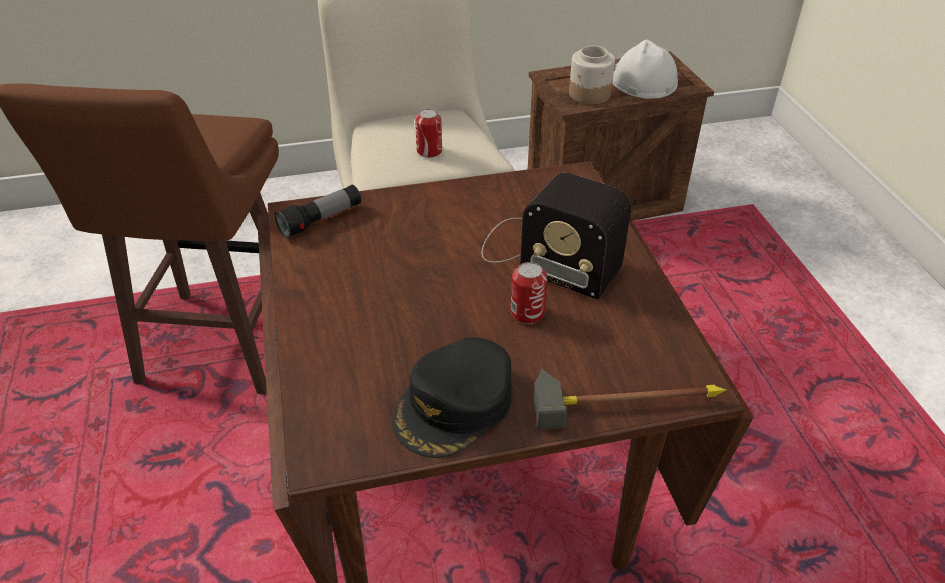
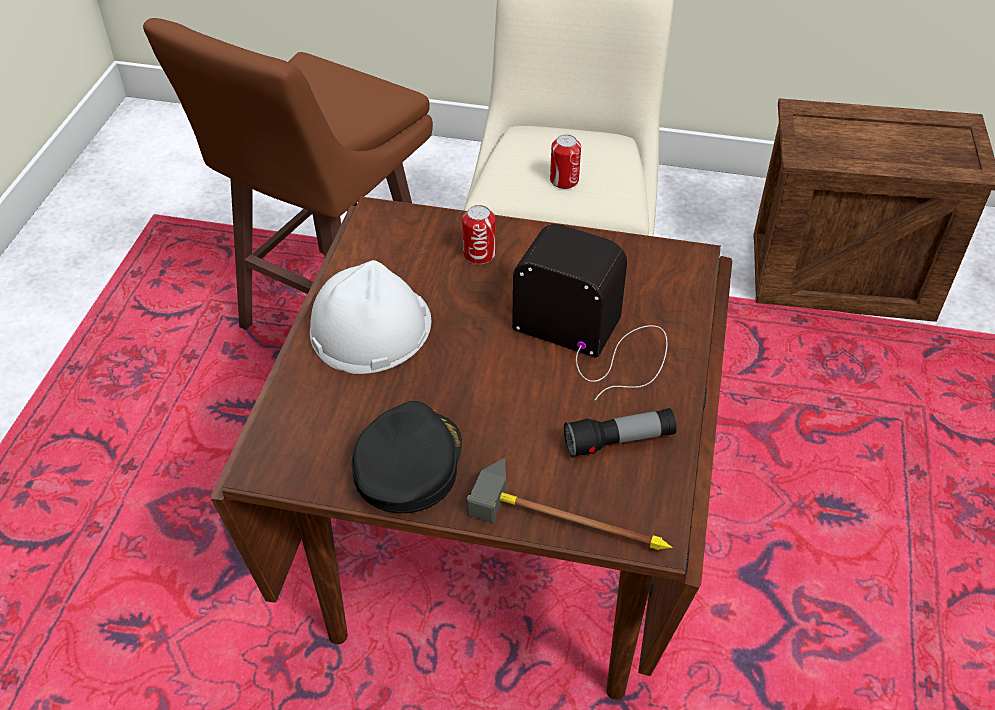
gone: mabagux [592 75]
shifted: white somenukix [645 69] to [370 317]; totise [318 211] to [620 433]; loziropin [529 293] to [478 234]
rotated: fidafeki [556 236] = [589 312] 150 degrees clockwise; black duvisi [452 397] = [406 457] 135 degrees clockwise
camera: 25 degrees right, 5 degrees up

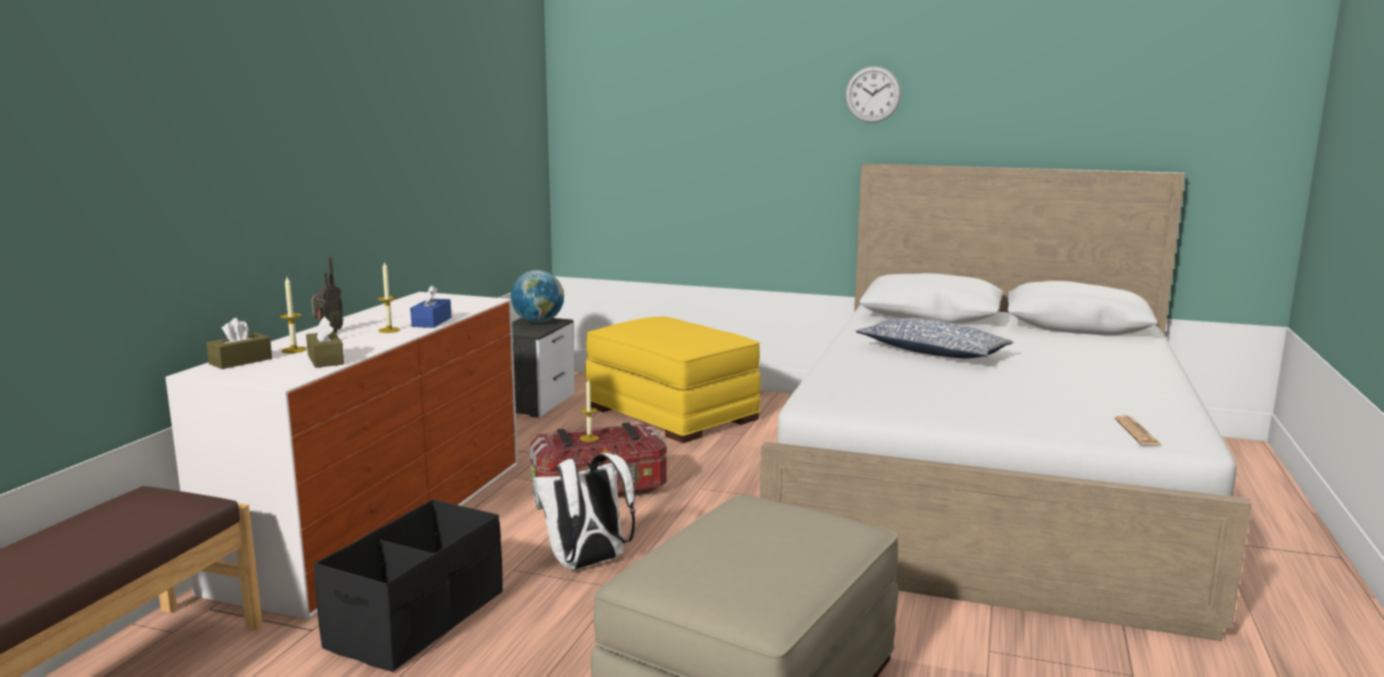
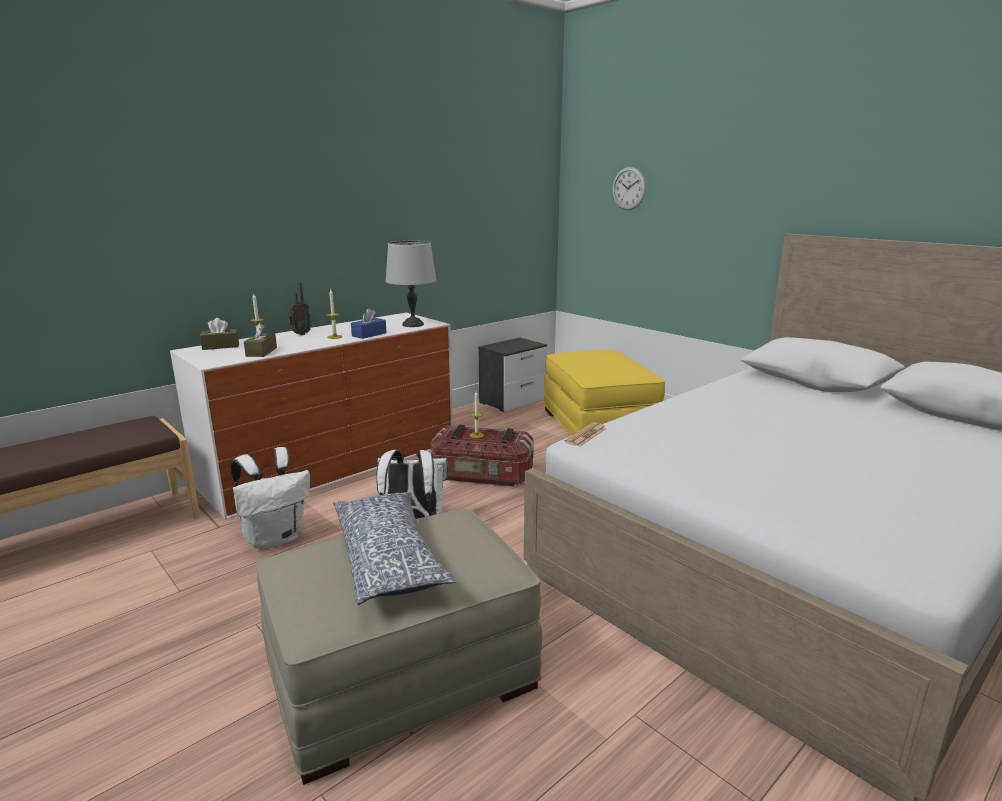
gone: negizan [537 296]
new: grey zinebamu [411 284]
shifted: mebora [873 94] to [629 188]; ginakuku [935 338] to [394 548]; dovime [1137 430] to [585 434]
swapped: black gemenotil [408 585] to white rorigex [270 498]
camera: 30 degrees right, 5 degrees up

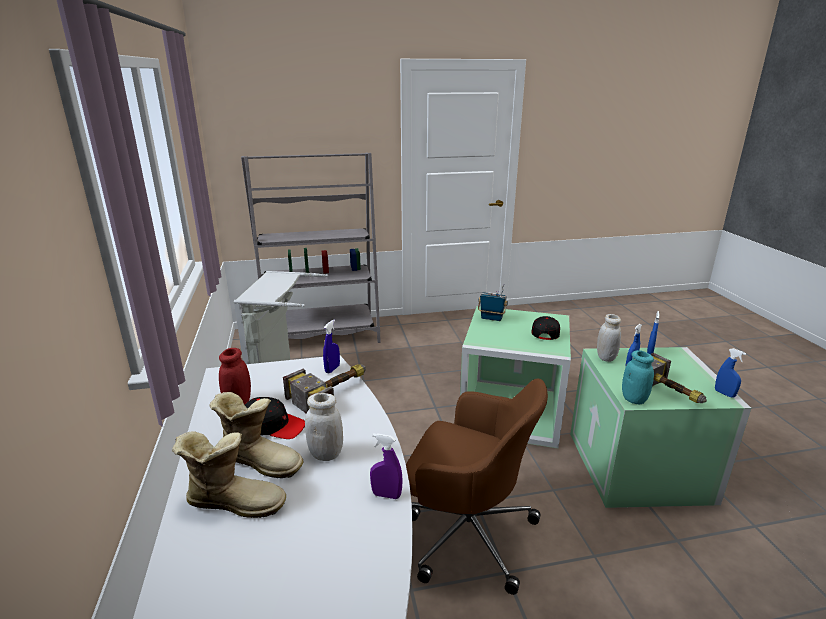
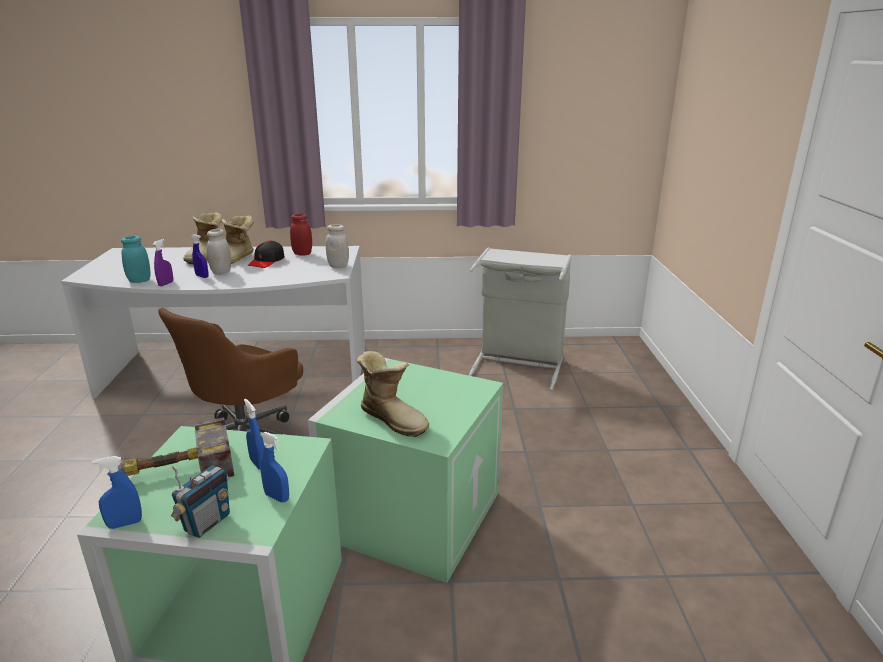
gone: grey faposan [311 247]; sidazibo [324 389]
shifted: fidafeki [493 302] to [200 501]; white mabagux [609 338] to [337 246]; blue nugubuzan [331 347] to [199 256]; turquoise mabagux [638 377] to [136 259]
swapped: black duvisi [545 328] to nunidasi [393 394]
camera: 100 degrees right, 0 degrees up

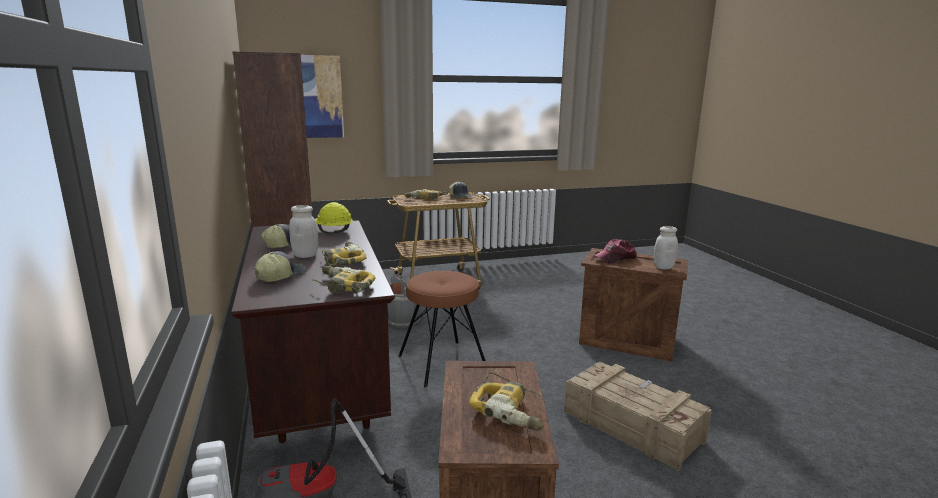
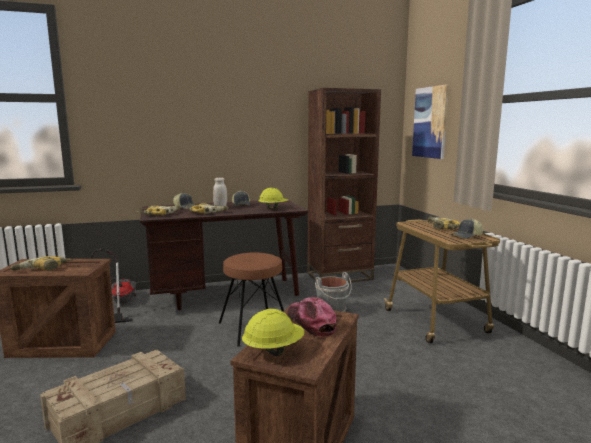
swapped: white mabagux [666 247] to yellow somenukix [273 332]
camera: 90 degrees right, 5 degrees down

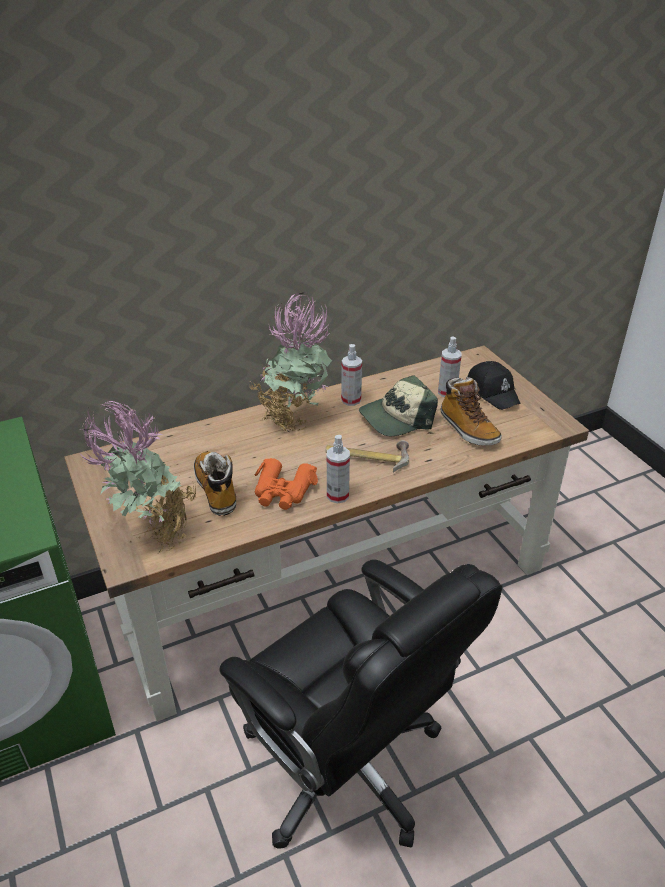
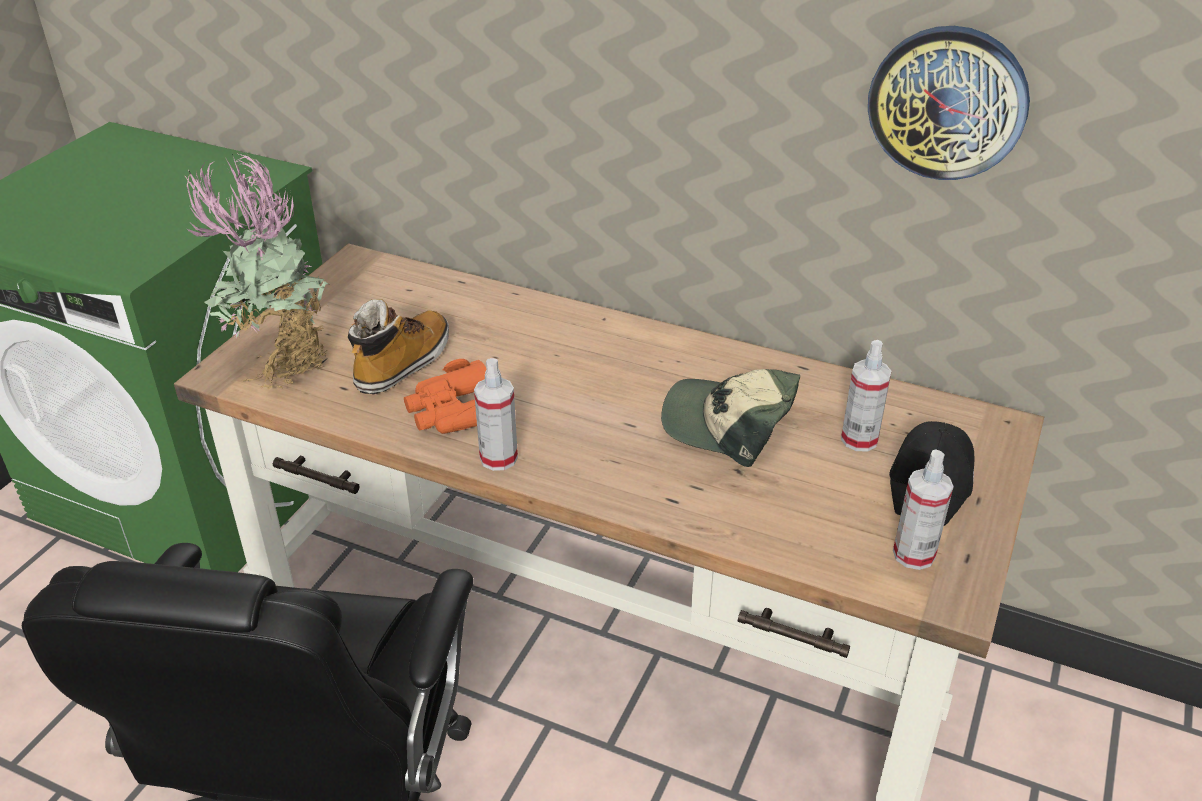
gone: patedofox [290 362]; nunidasi [471 411]; sidazibo [367 456]
new: mebora [949 103]
shifted: nugubuzan [351 375] to [923 510]
camera: 50 degrees right, 0 degrees up

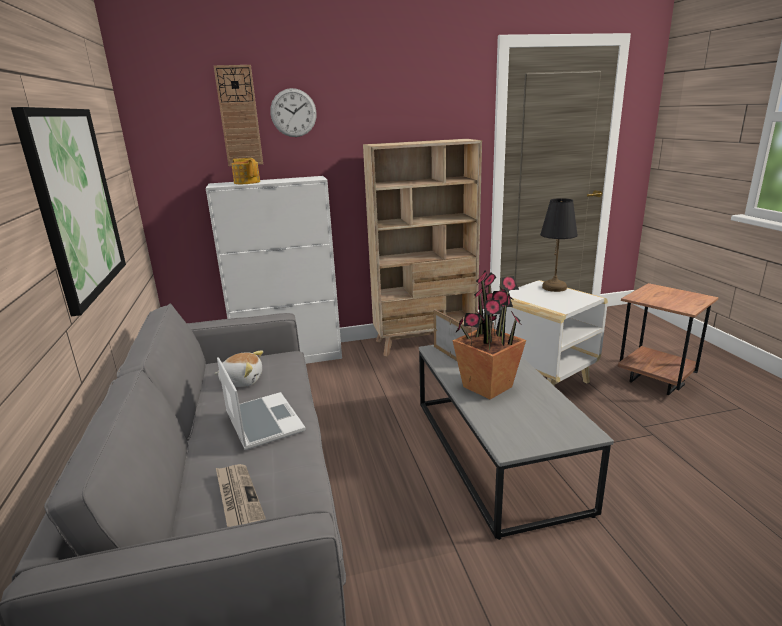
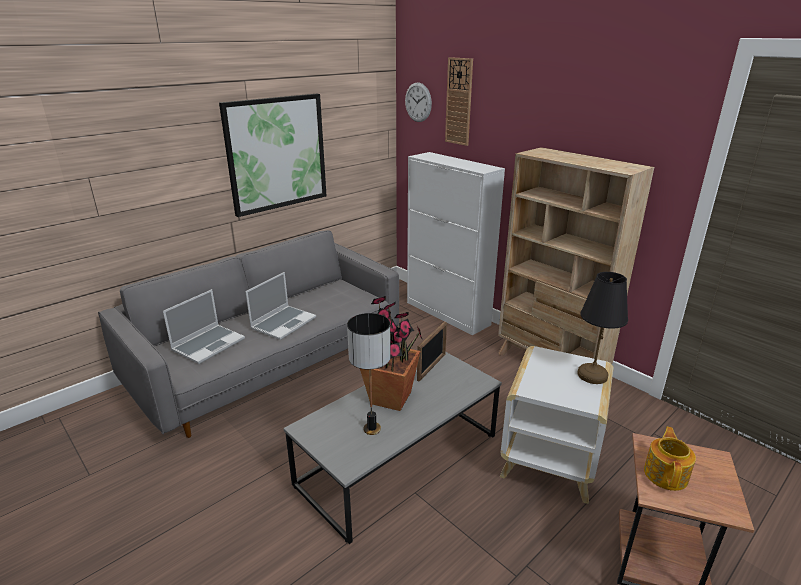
gone: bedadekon [238 369]
new: zinebamu [369 374]
shifted: mebora [293 112] to [418 102]; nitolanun [245 171] to [670 459]
swapped: dovime [241 495] to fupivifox [204 326]
camera: 60 degrees right, 5 degrees up

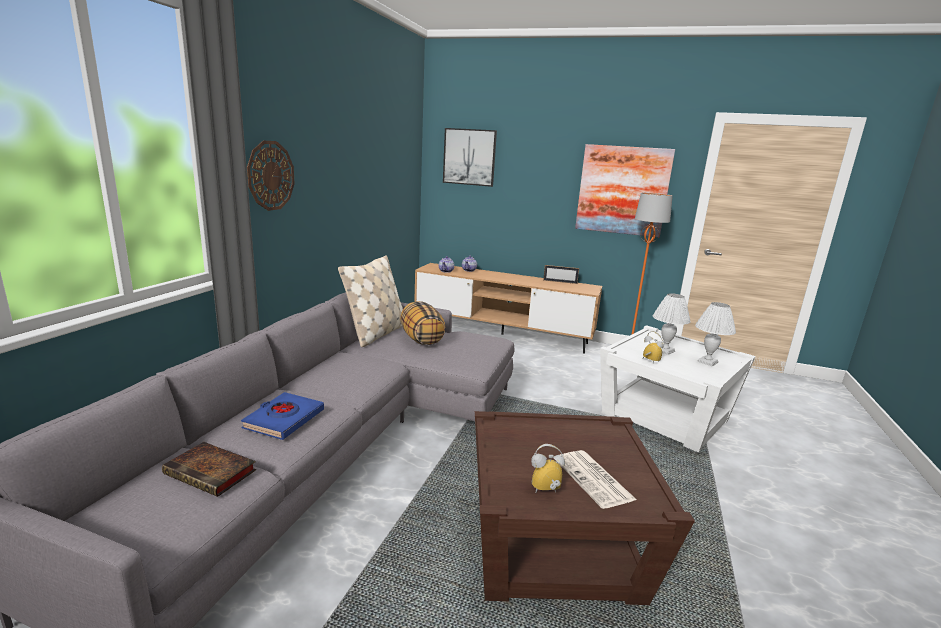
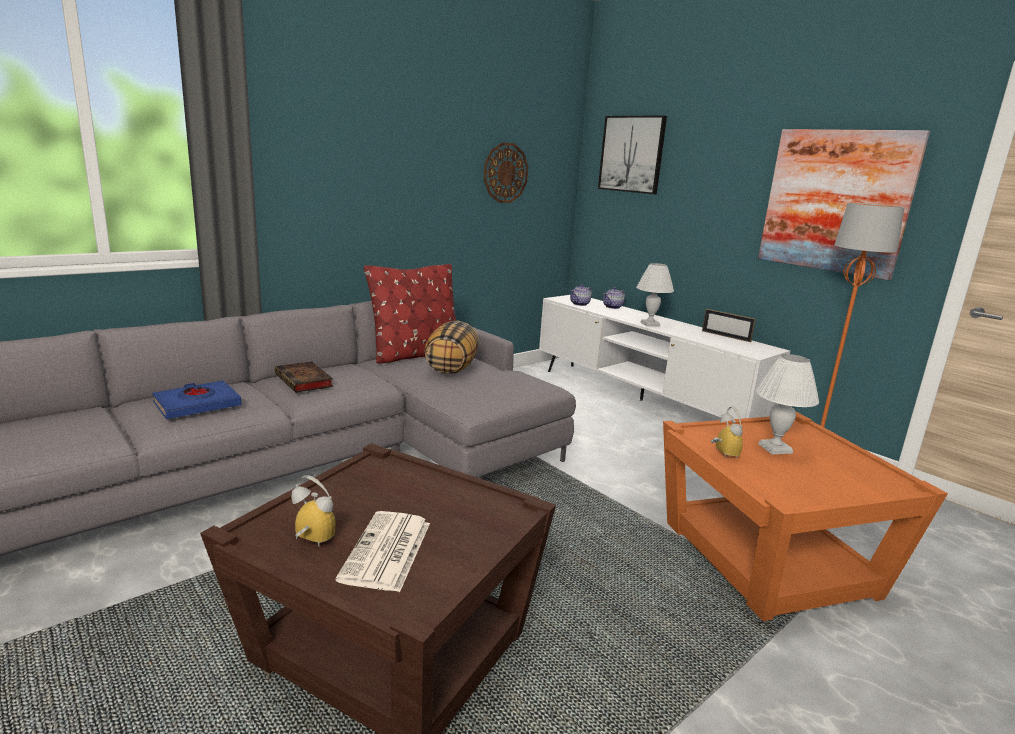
shifted: mebora [271 176] to [506 172]; white zinebamu [715 334] to [655 294]; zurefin [209 469] to [304 377]
repainted: beige ginakuku [370 301] to red ginakuku [410 314]; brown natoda [508 308] to white natoda [664 357]; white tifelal [678 389] to orange tifelal [805 516]
camera: 30 degrees right, 0 degrees up

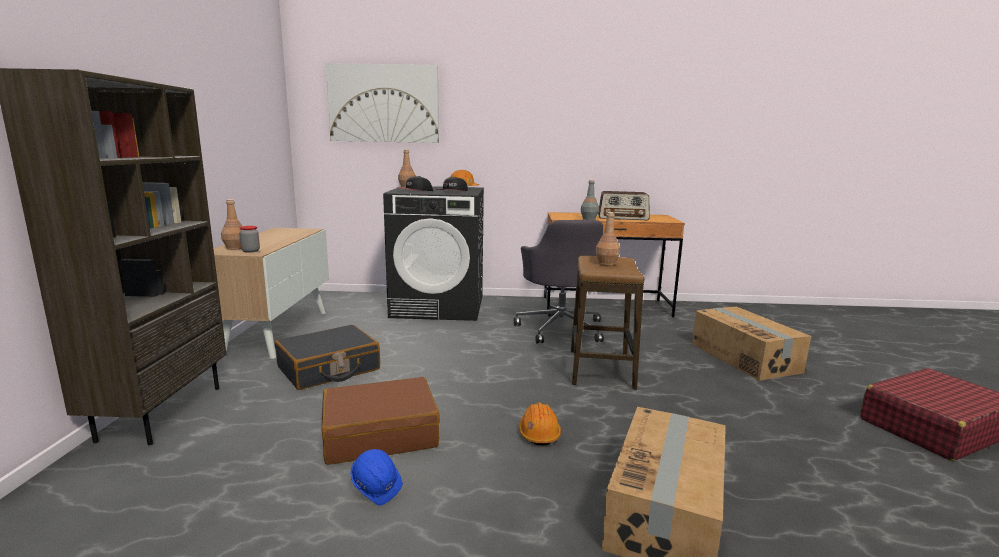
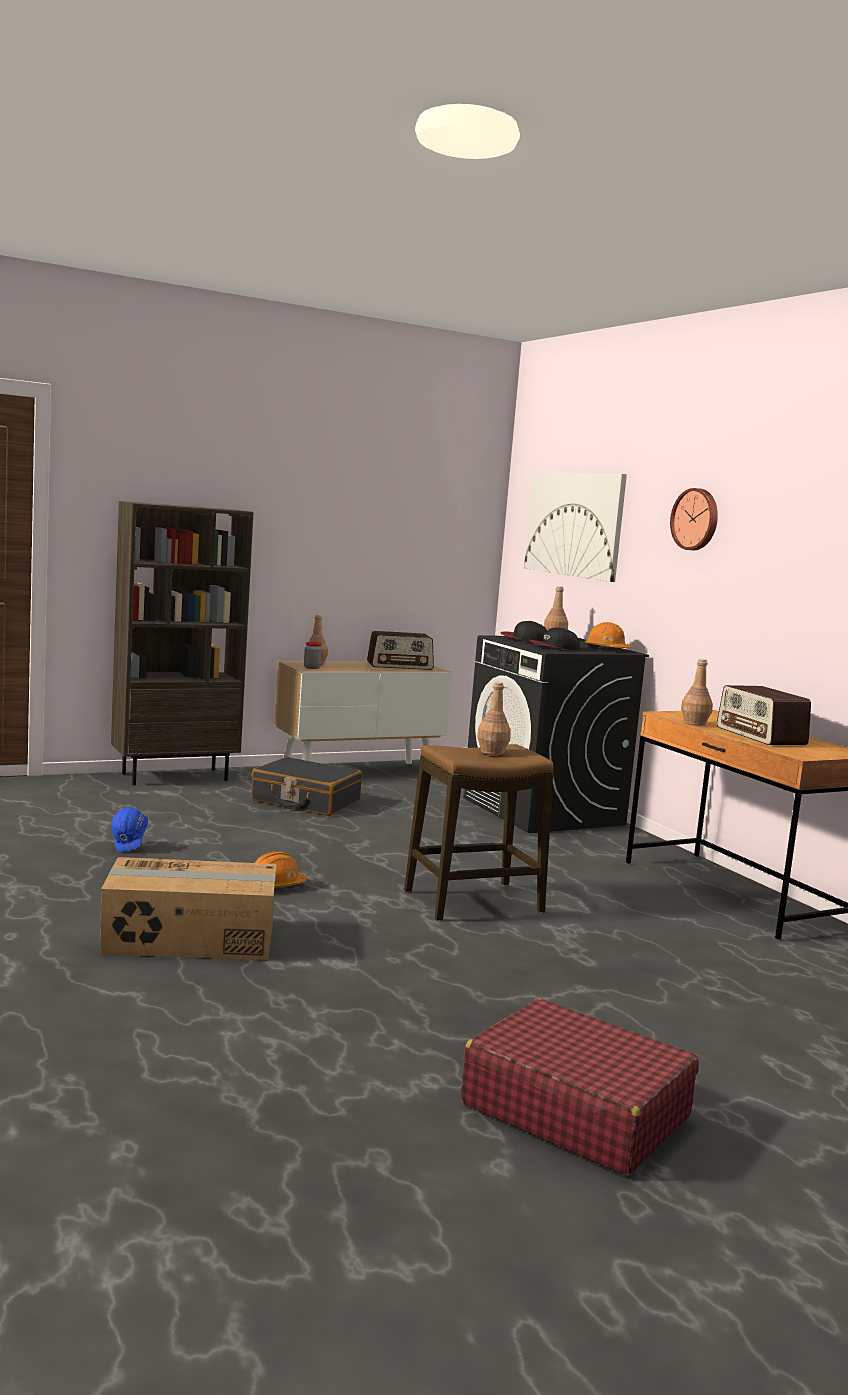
gone: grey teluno [559 281]; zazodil [751 343]; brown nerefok [381 421]
new: mebora [694 519]; fidafeki [400 650]
repainted: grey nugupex [590 200] to brown nugupex [697 692]
camera: 60 degrees right, 5 degrees down

